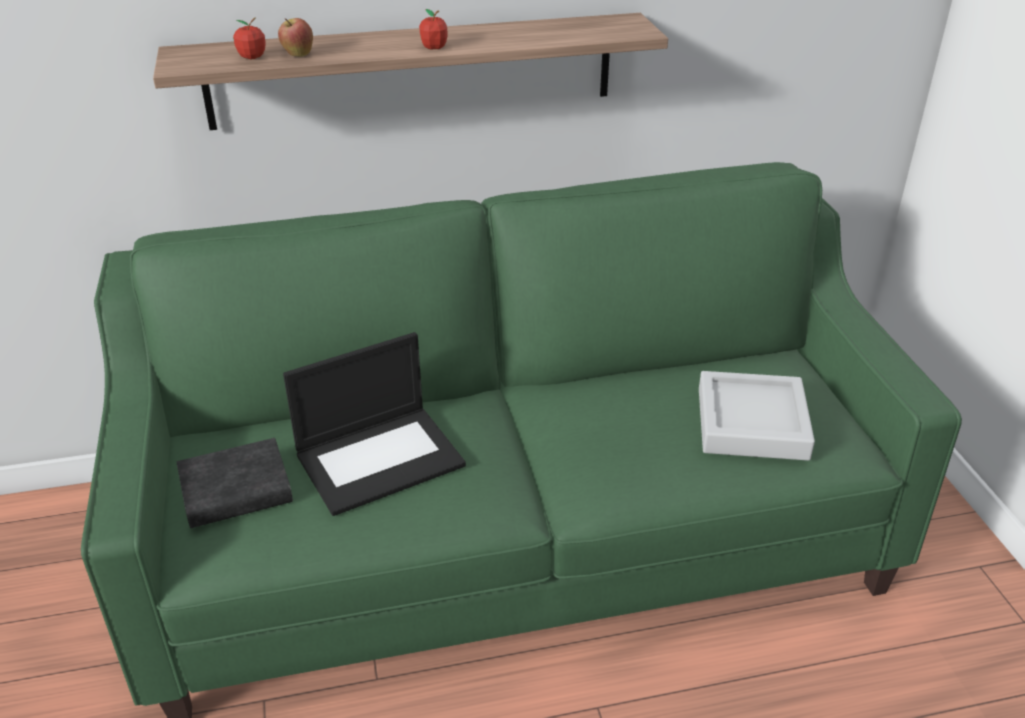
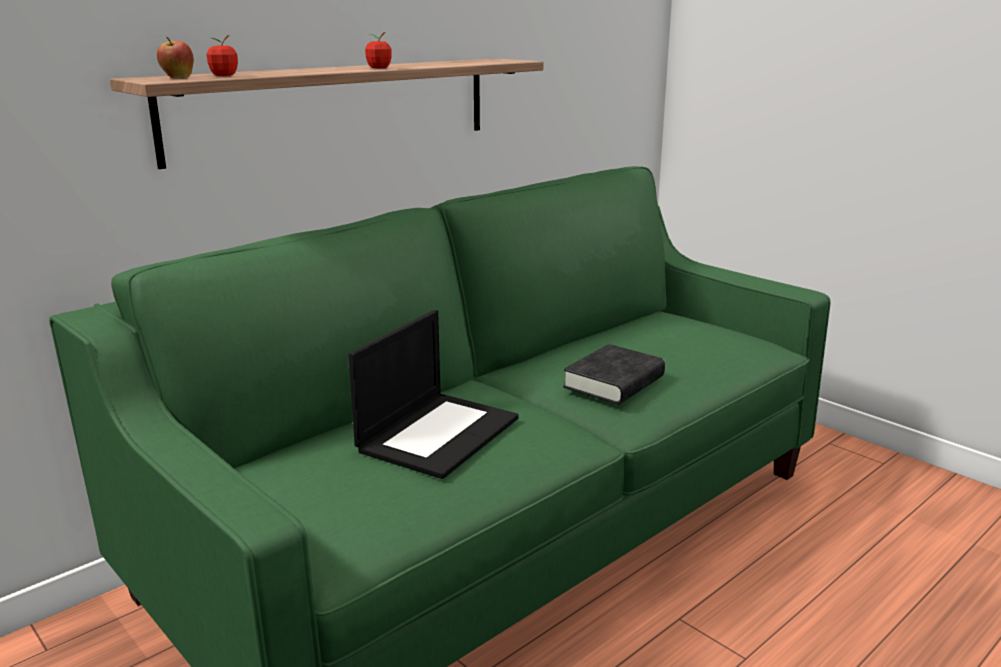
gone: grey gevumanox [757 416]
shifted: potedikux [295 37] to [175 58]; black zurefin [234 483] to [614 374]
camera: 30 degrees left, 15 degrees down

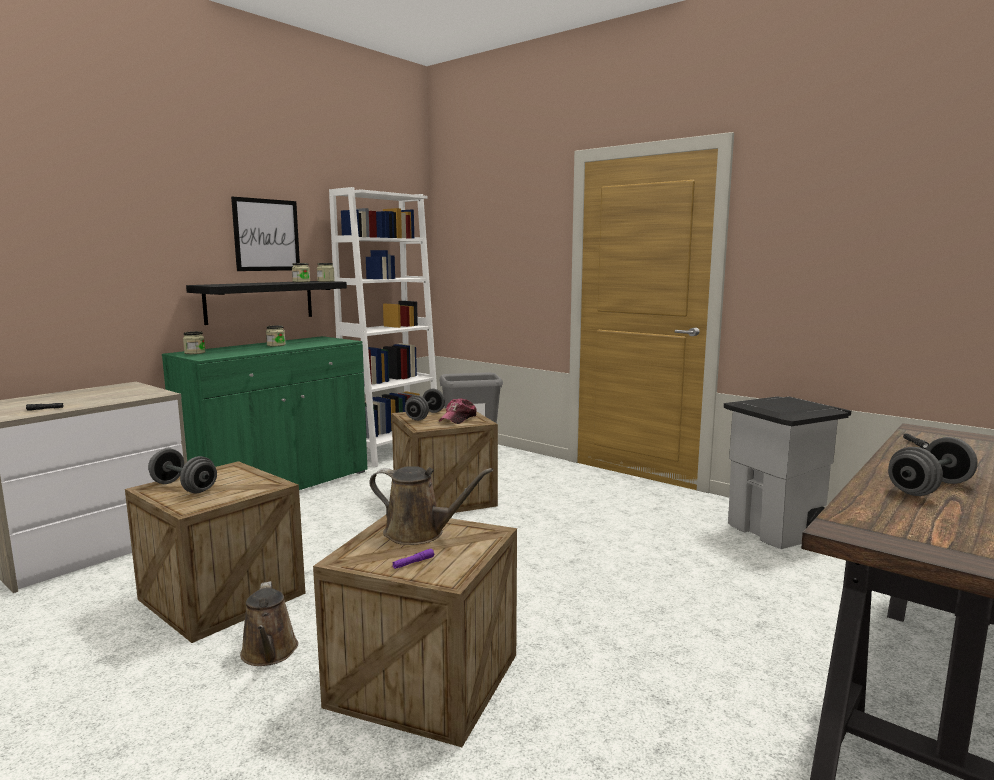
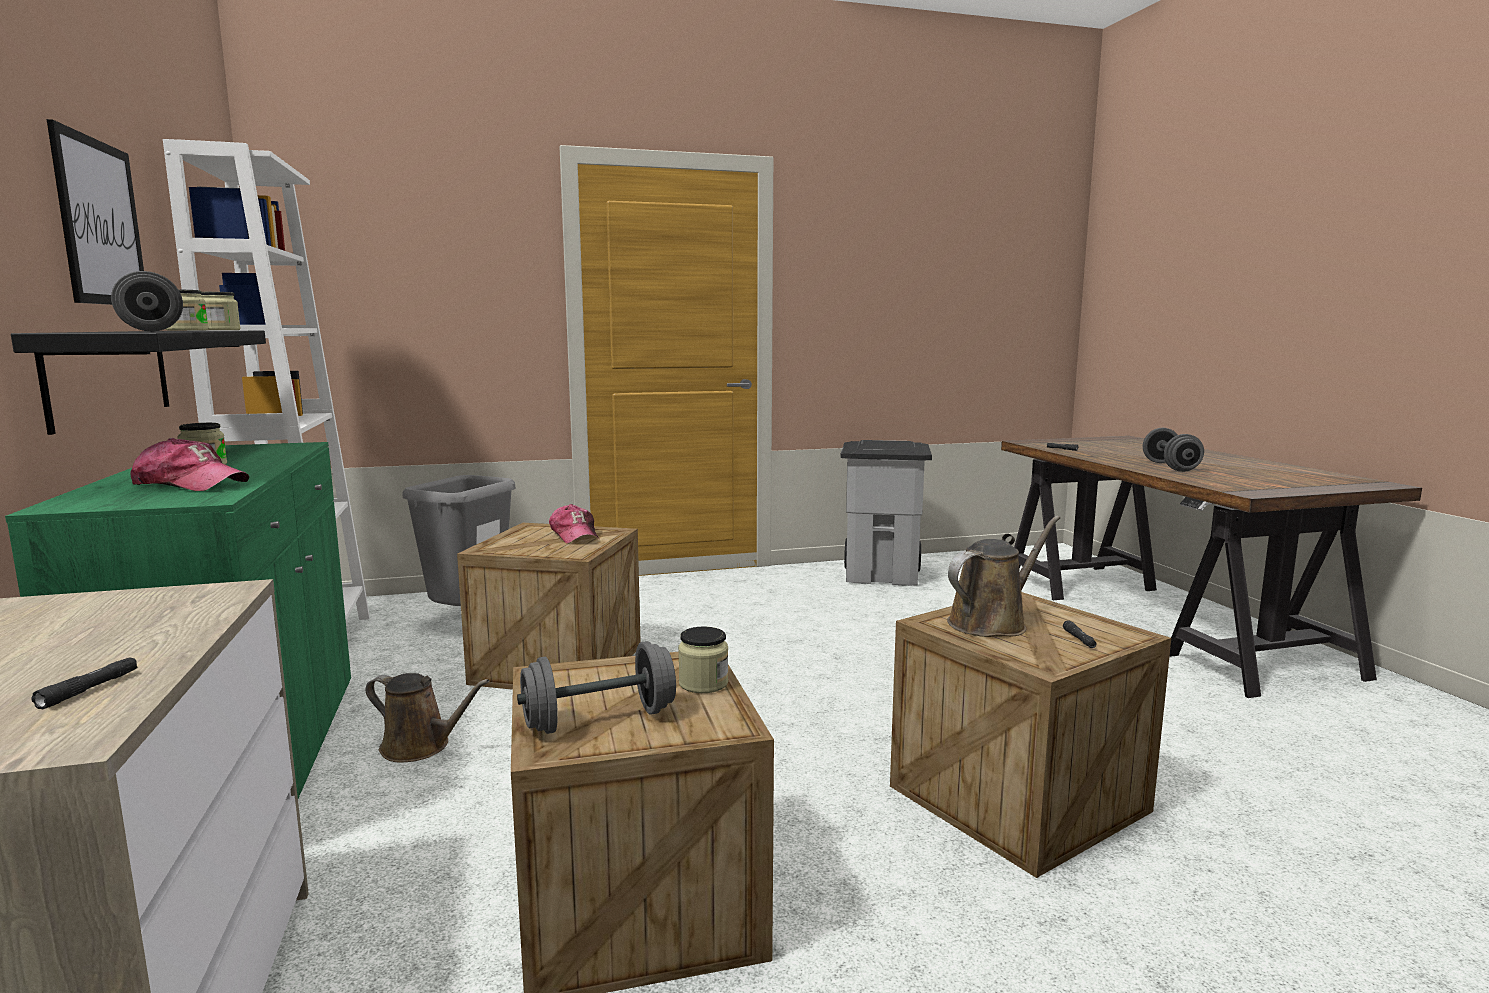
new: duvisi [189 464]
shifted: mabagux [194 342] to [703 659]; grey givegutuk [425 405] to [147 301]; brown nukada [269 623] to [428 717]
repainted: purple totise [413 559] to black totise [1079 634]
camera: 55 degrees left, 0 degrees up

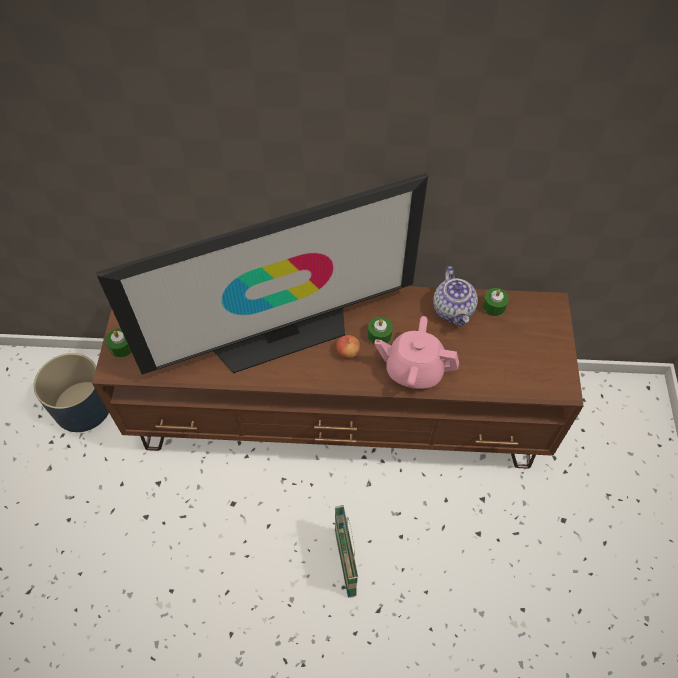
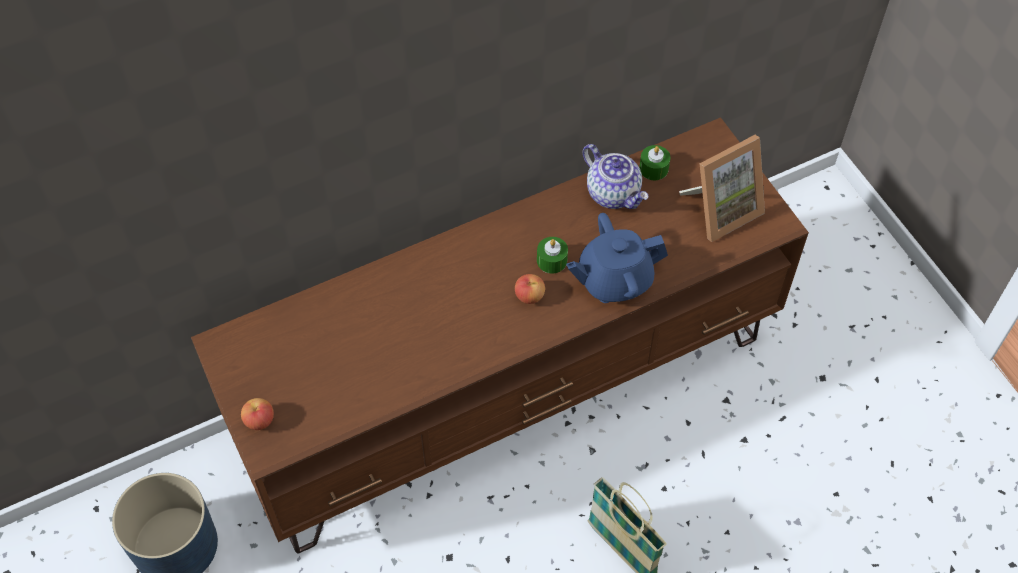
gone: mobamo [262 274]
new: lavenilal [722 188]
swapped: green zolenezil [118 342] to potedikux [257 414]
repainted: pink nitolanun [416 352] to blue nitolanun [617 258]
camera: 30 degrees left, 0 degrees up

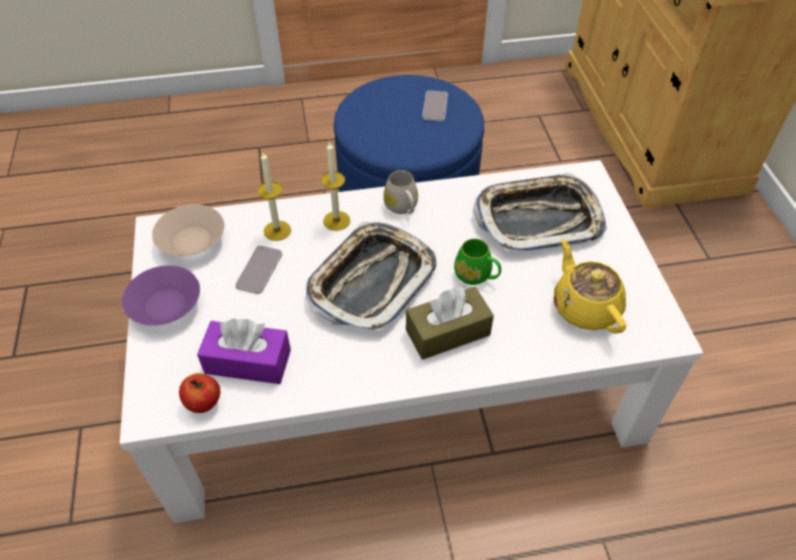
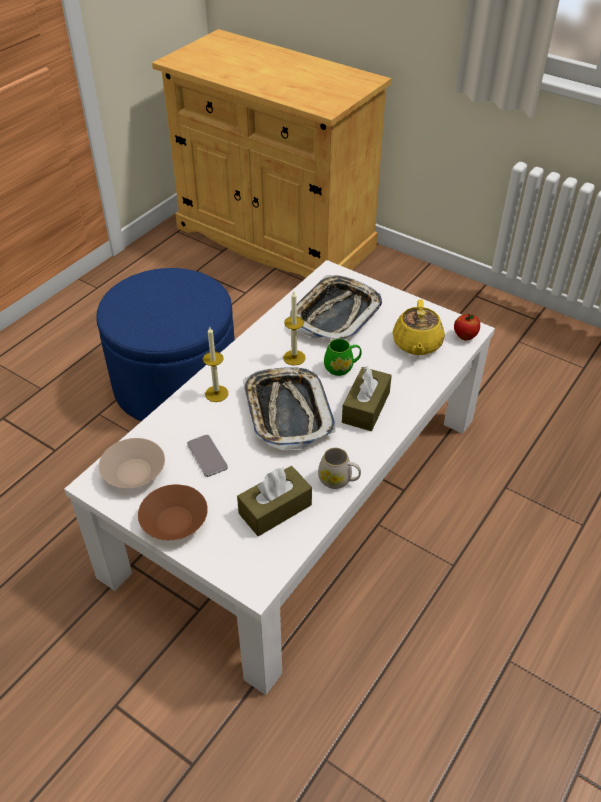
gone: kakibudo [435 106]
shifted: zolenezil [274 196] to [294 328]; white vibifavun [400 192] to [339 468]; potedikux [199 393] to [467 327]
repainted: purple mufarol [161 295] to brown mufarol [173 512]; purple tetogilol [244 351] to brown tetogilol [274 501]
rotated: yellow nitolanun [590 286] = [418 327] 105 degrees counterclockwise
camera: 45 degrees left, 5 degrees down

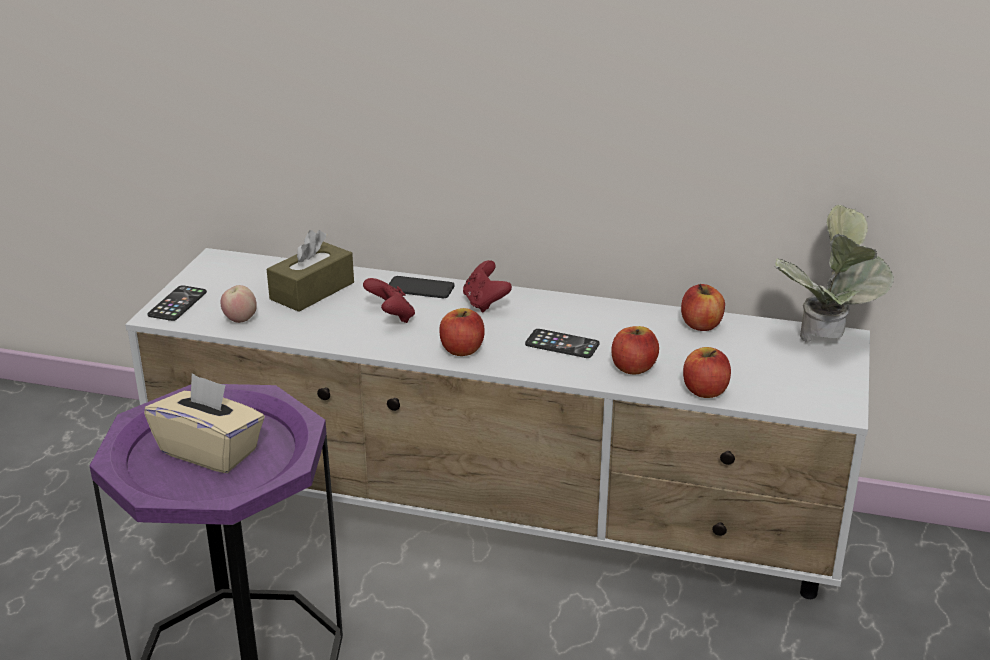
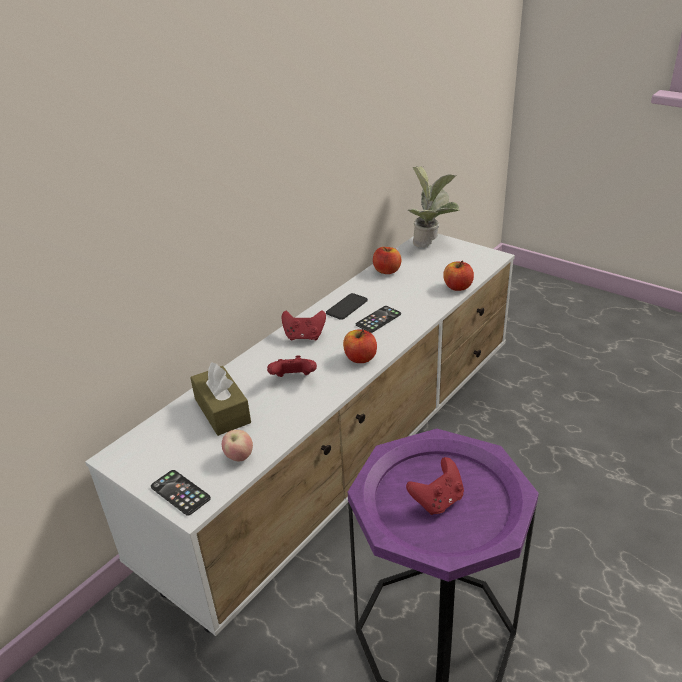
gone: potedikux [635 350]
shifted: kakibudo [422 287] to [347 306]
swapped: beige tetogilol [204 423] to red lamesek [435 486]
camera: 65 degrees left, 5 degrees up

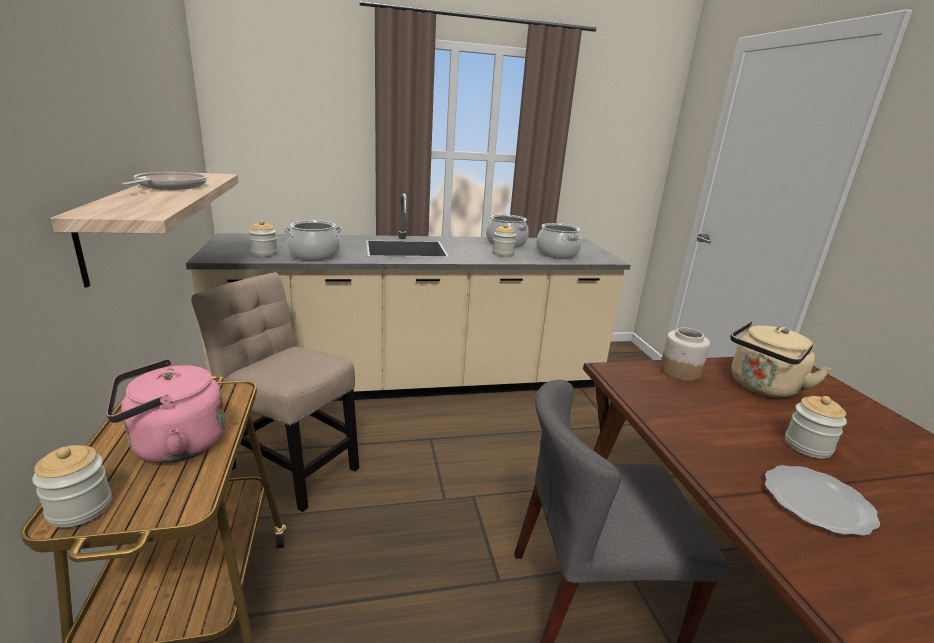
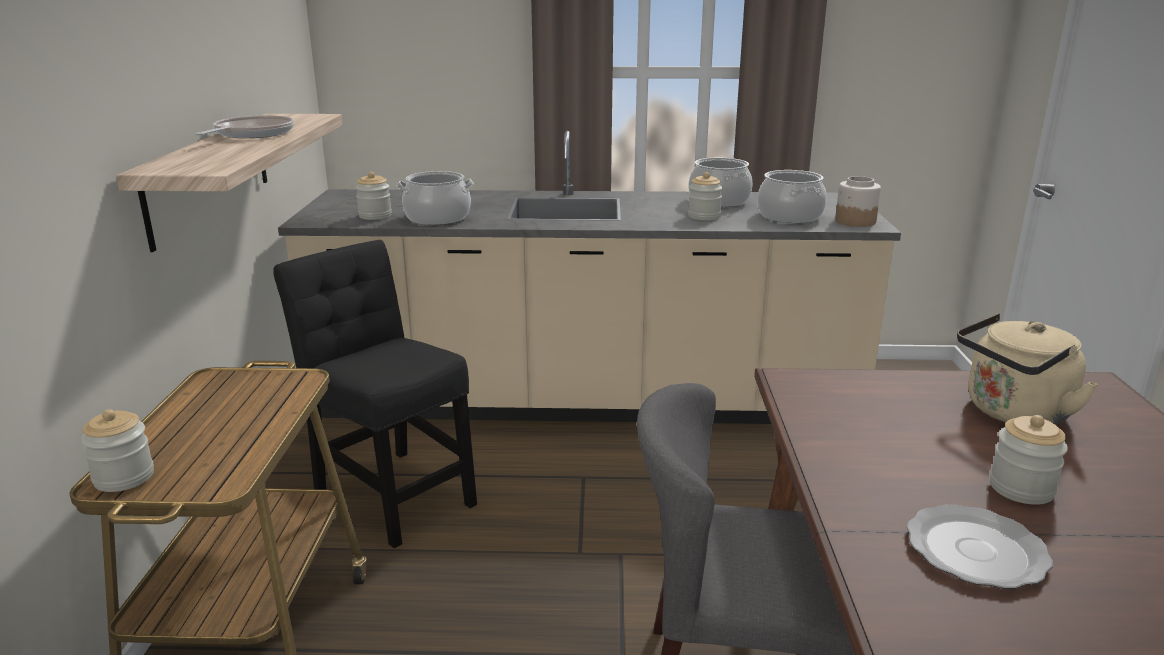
gone: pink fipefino [165 411]
shifted: mabagux [685 354] to [858 201]
repainted: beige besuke [275 392] to black besuke [375 394]
camera: 15 degrees right, 0 degrees up

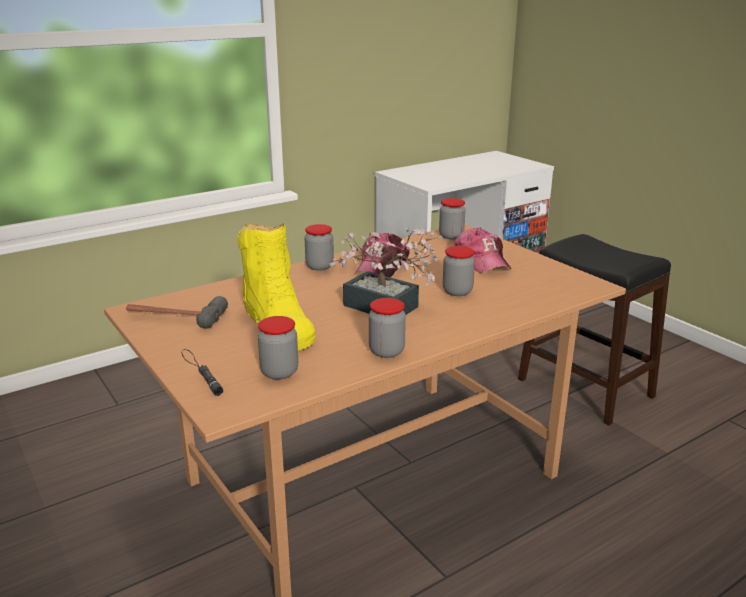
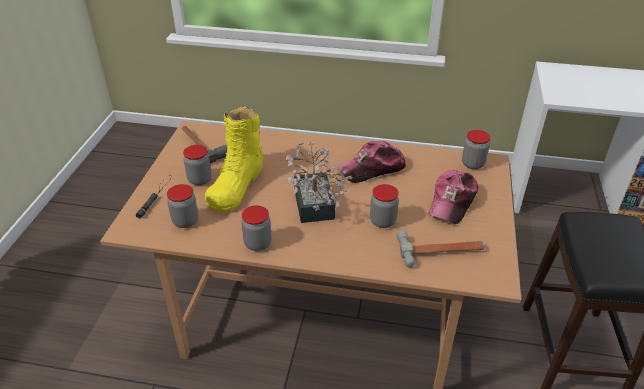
new: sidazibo [440 248]
shifted: mabagux [319 247] to [197 165]
camera: 45 degrees right, 15 degrees up

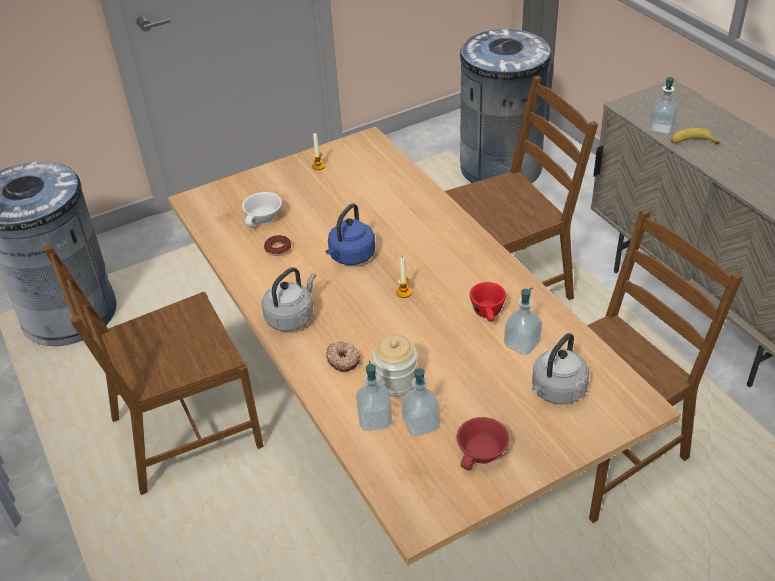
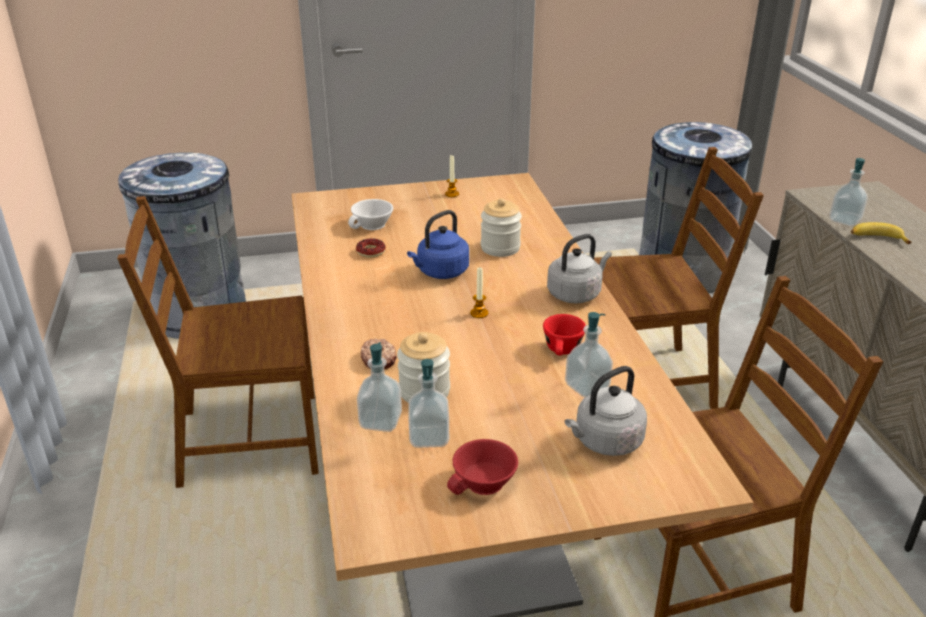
new: mabagux [501 227]
shifted: grey fipefino [289 299] to [579 269]
camera: 15 degrees right, 10 degrees down

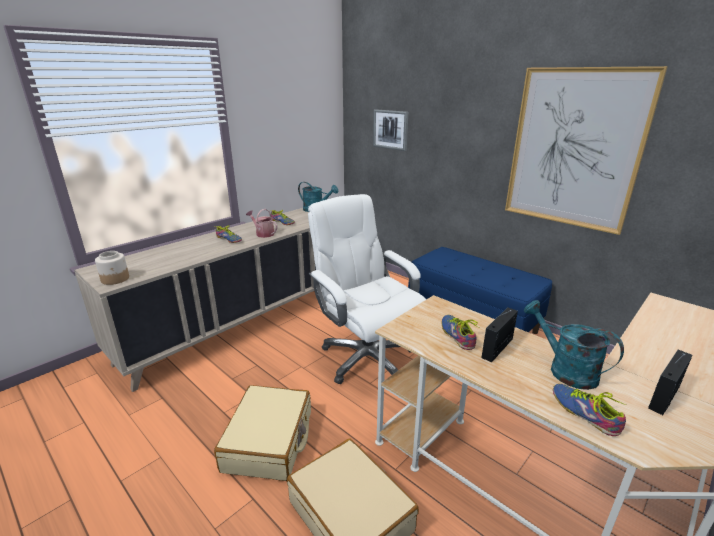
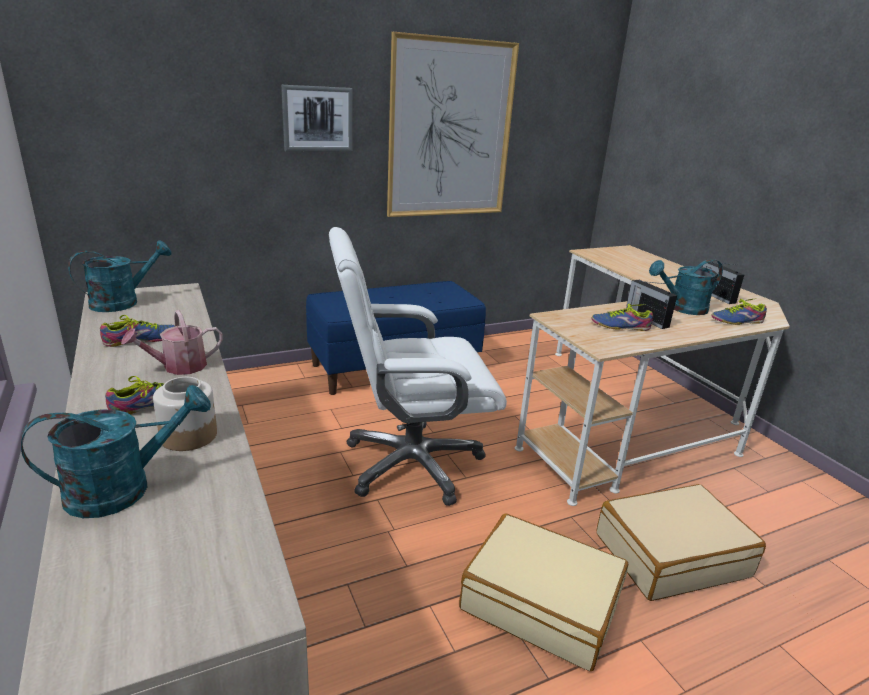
new: turquoise nukada [116 451]
shifted: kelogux [390 130] to [317 118]; mabagux [112 268] to [185 414]
camera: 70 degrees left, 0 degrees up

